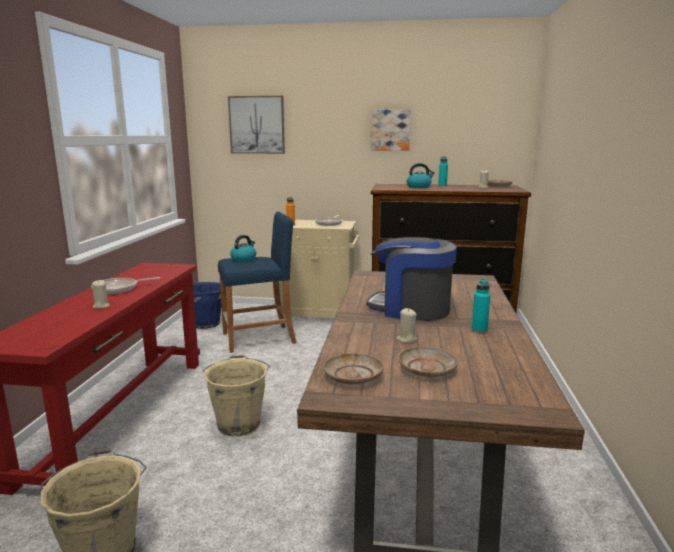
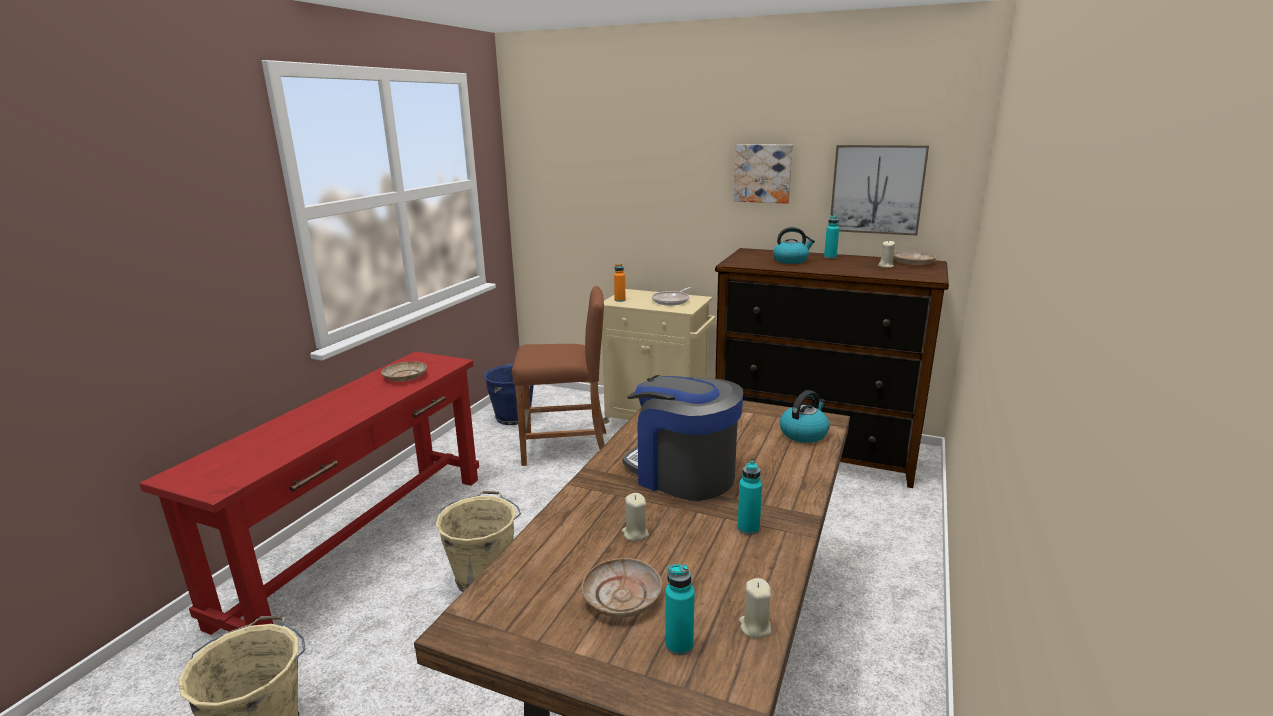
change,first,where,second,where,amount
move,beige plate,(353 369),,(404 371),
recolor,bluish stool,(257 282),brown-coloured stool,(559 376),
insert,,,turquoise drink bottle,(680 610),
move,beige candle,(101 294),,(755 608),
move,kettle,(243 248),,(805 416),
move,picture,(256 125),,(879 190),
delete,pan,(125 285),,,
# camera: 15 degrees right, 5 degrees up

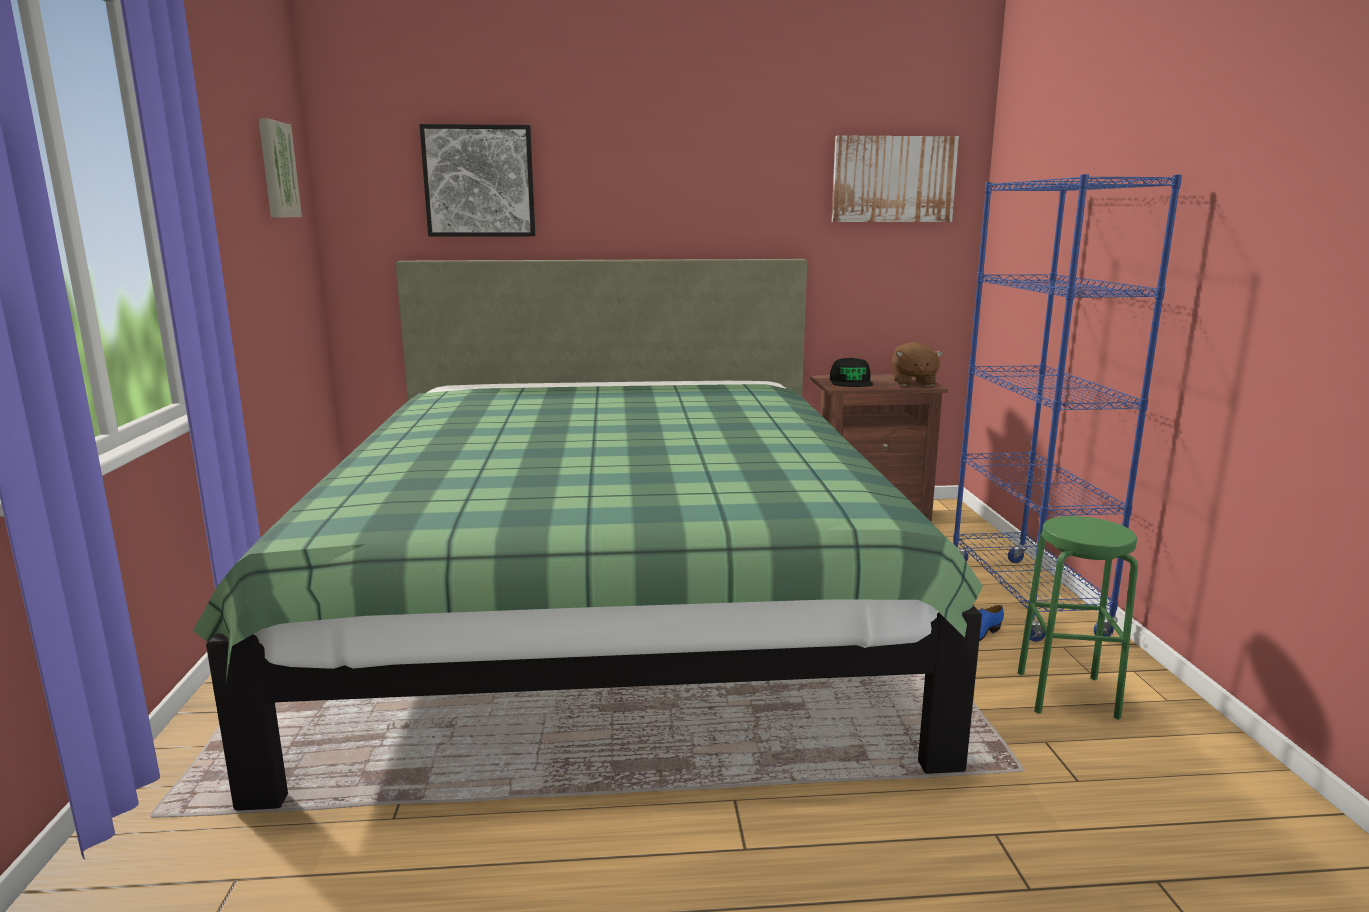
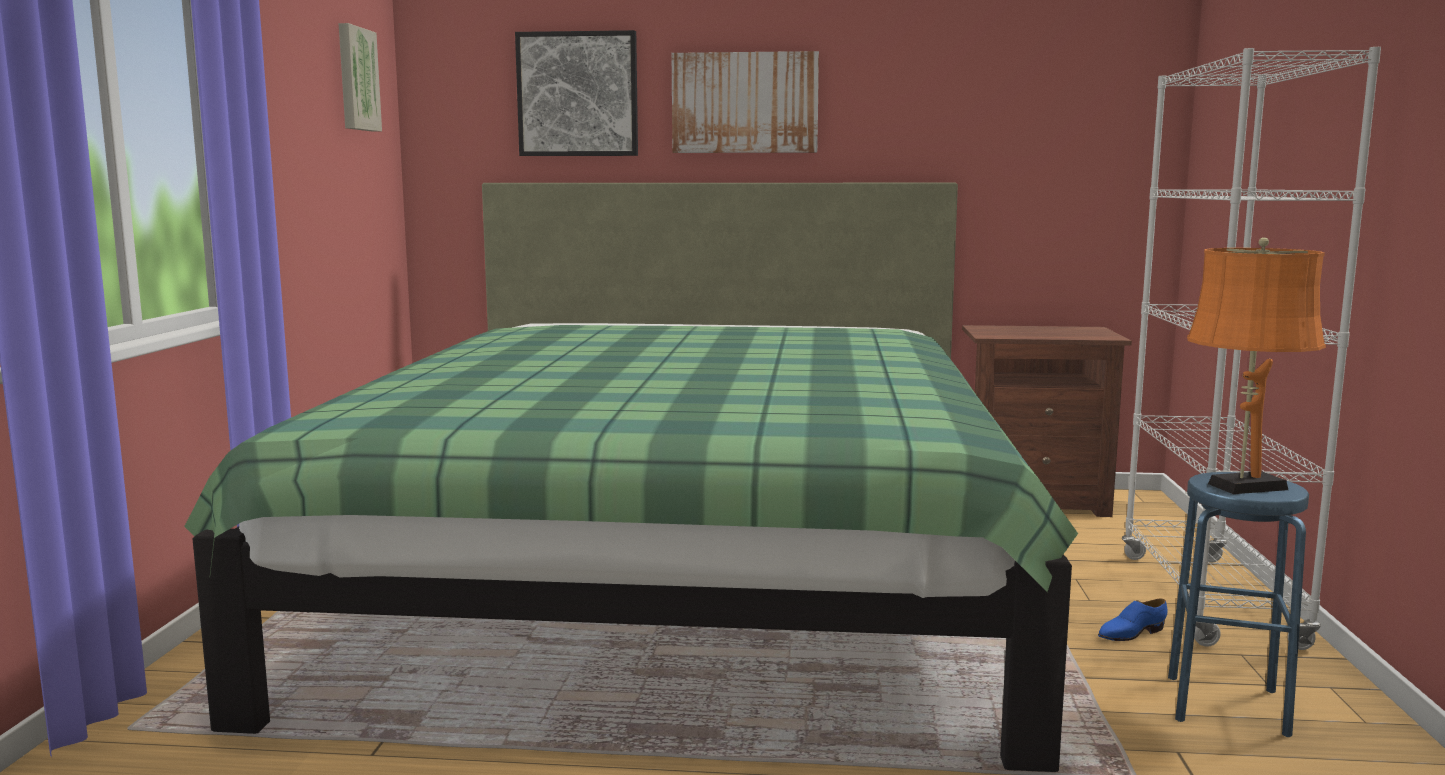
change,first,where,second,where,amount
move,picture,(895 178),,(745 102),
recolor,bluish shelving unit,(1067 408),white-coloured shelving unit,(1251 348),
recolor,greenish stool,(1078 618),bluish stool,(1238 604),
insert,,,orangey lamp for a table,(1256 366),
delete,black-coloured baseball cap,(851 372),,,
delete,brown-coloured soft toy,(917 364),,,
# camera: 10 degrees right, 5 degrees down

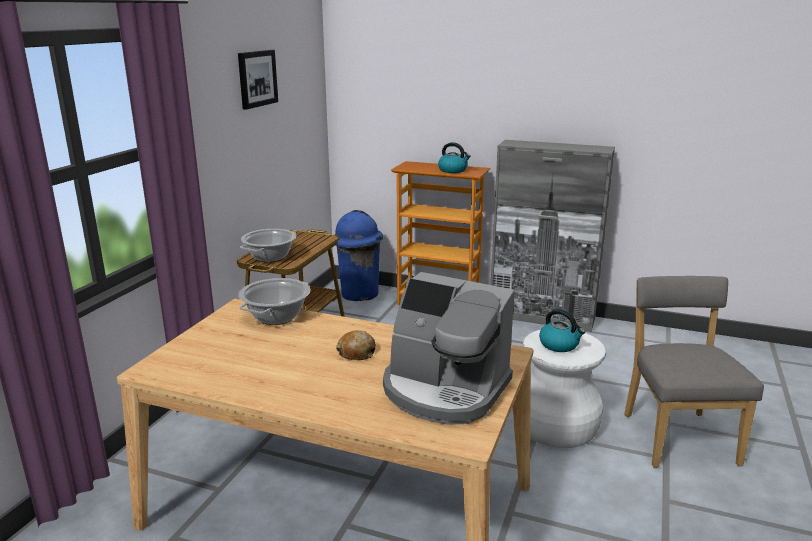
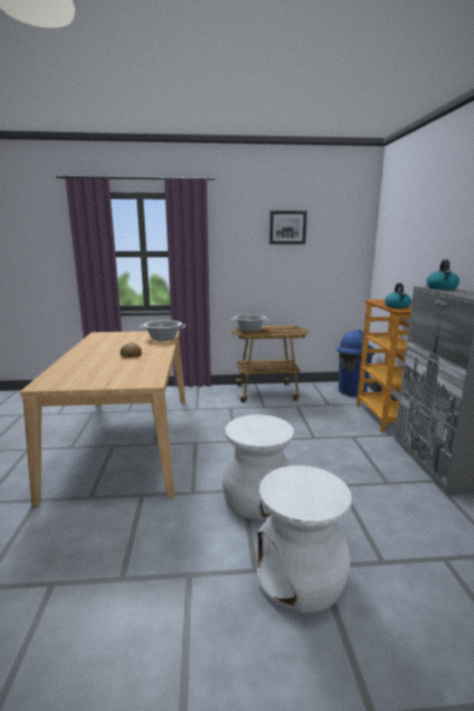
change,first,where,second,where,amount
replace,greyish plain chair,(694 372),white-coloured stool,(304 539),
move,kettle,(562 330),,(443 274),
delete,coffee brewer,(448 348),,,
# camera: 65 degrees right, 5 degrees down

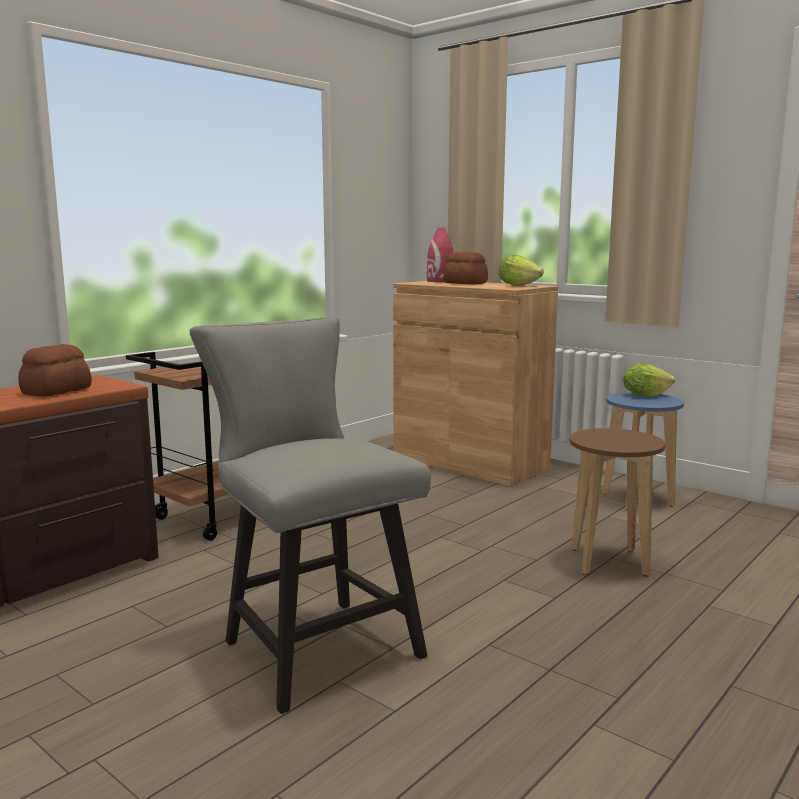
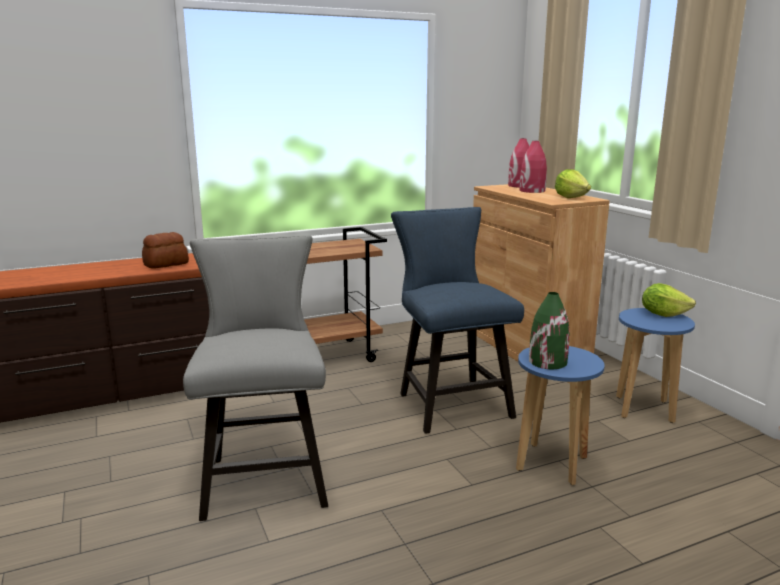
change,first,where,second,where,amount
insert,,,bluish plain chair,(457 320),
recolor,brown-coloured stool,(617 502),bluish stool,(560 415),
replace,bakery bread,(466 268),red flower vase,(533 167),
insert,,,greenish flower vase,(549 330),
# camera: 25 degrees right, 5 degrees up

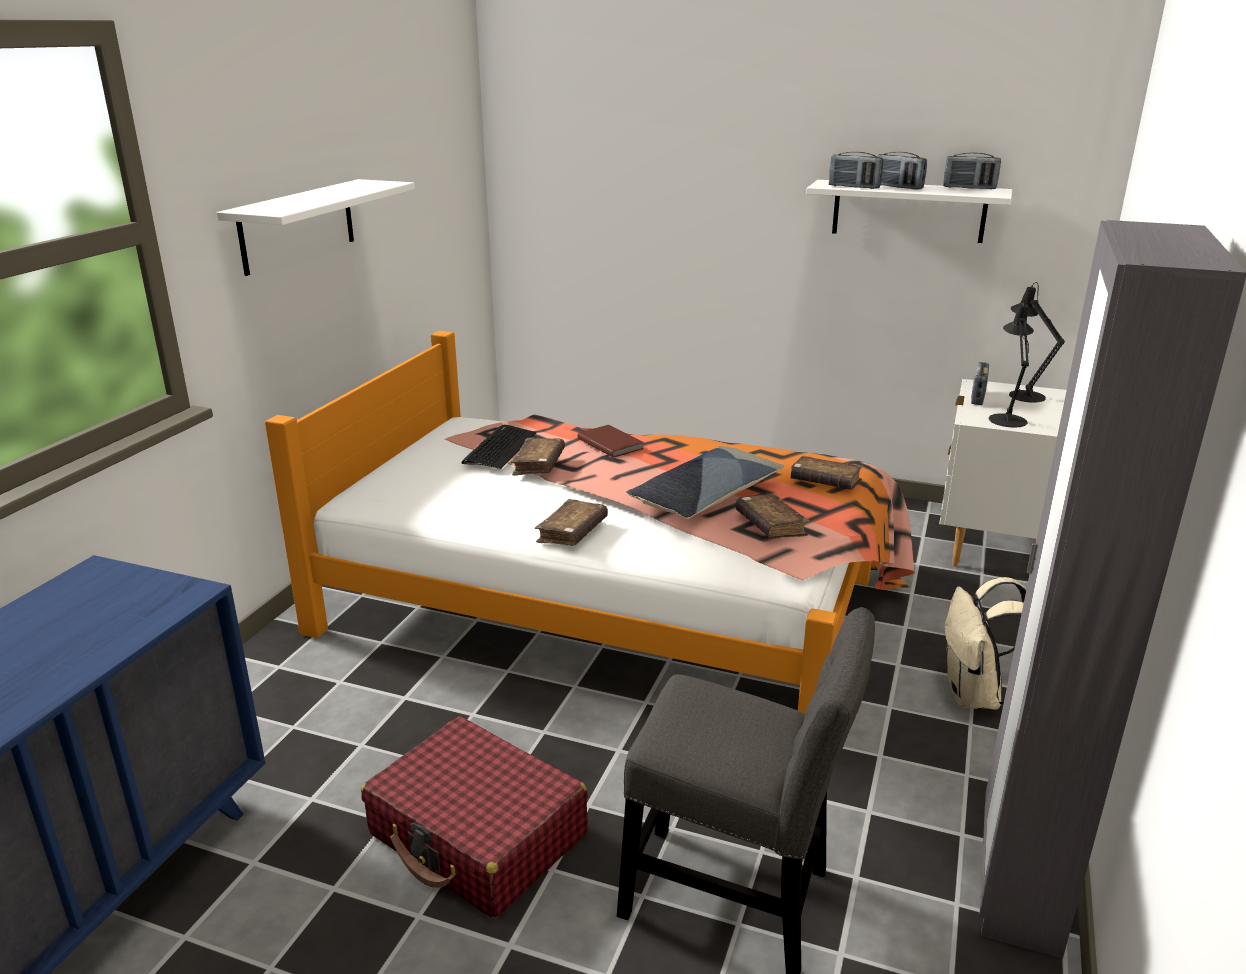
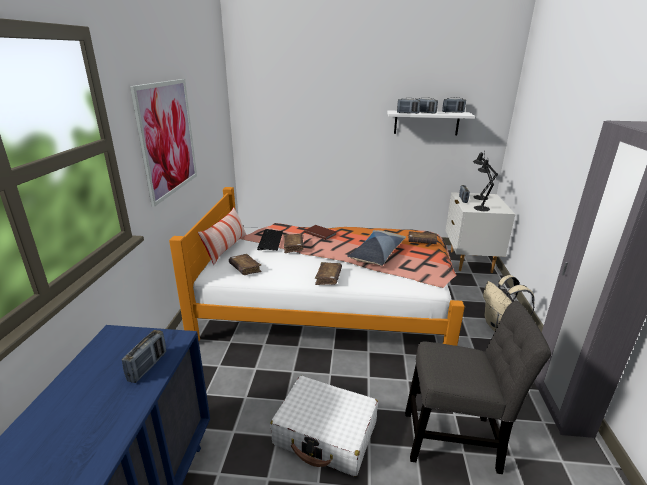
change,first,where,second,where,amount
insert,,,radio,(144 356),
replace,white-coloured shelf,(315 227),picture,(163 143),
insert,,,pillow,(222 236),
move,brown-coloured bound book,(772 516),,(245 264),
recolor,red piece of luggage,(474 817),white-coloured piece of luggage,(324 426),
# camera: 15 degrees left, 0 degrees up

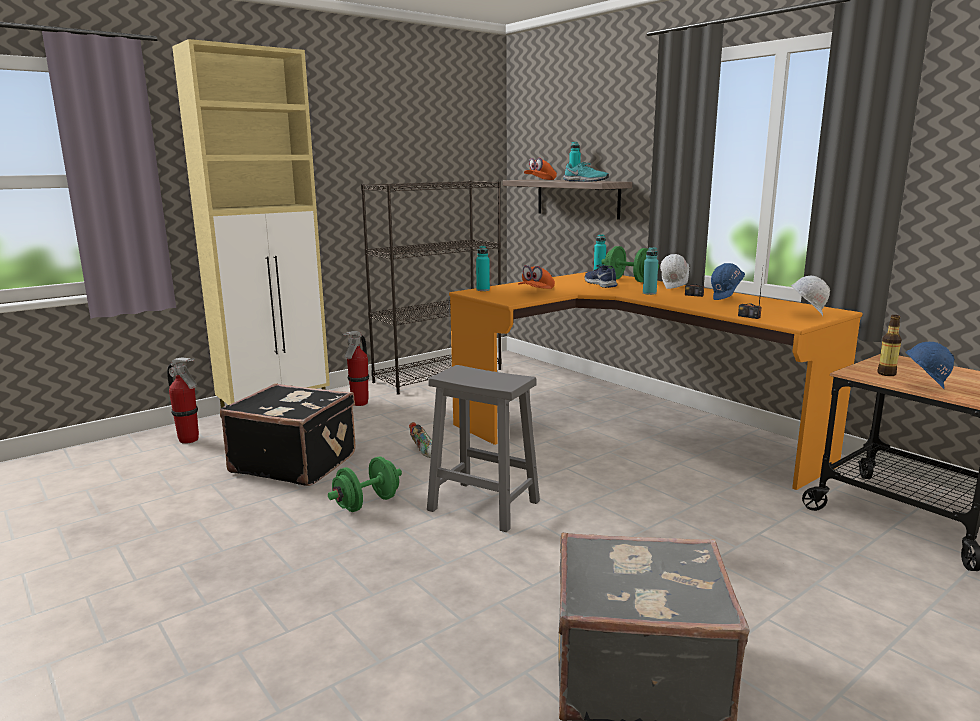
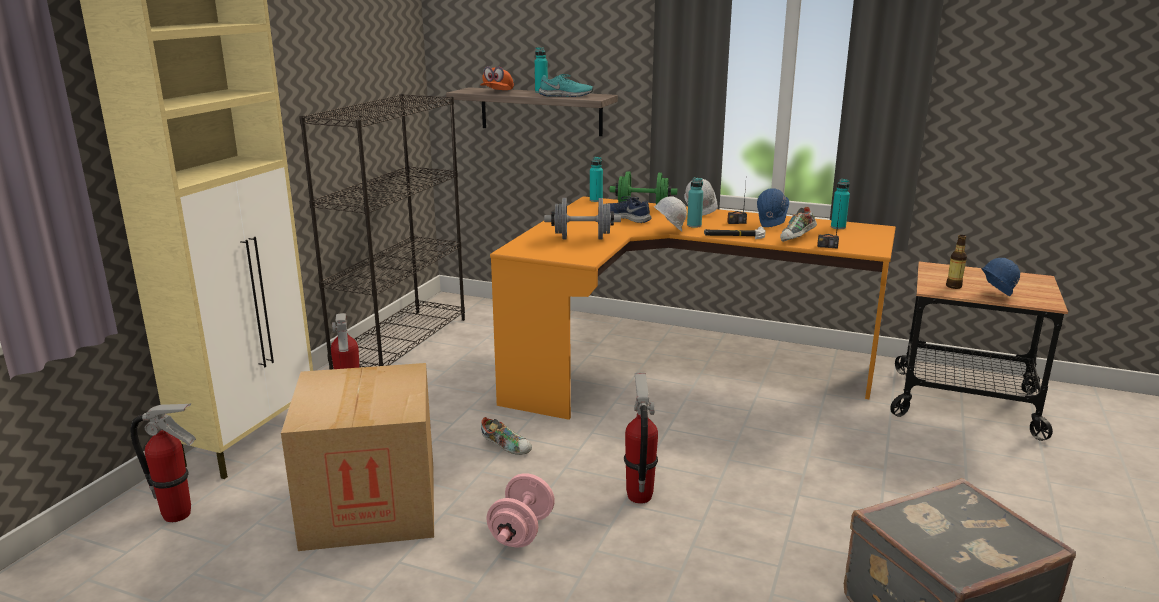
change,first,where,second,where,amount
replace,black-coloured piece of luggage,(287 434),packing box,(357 457),
recolor,greenish dumbbell,(365 484),pinkish dumbbell,(520 510),
replace,orangey baseball cap,(536 277),greyish dumbbell,(582 218),
replace,greyish stool,(483 449),fire extinguisher,(641 438),
move,white-coloured safety helmet,(810 296),,(670 214),
insert,,,hand hammer,(735 232),
insert,,,shoe,(798 224),
move,turquoise drink bottle,(483 268),,(840 204),
# camera: 30 degrees left, 5 degrees up

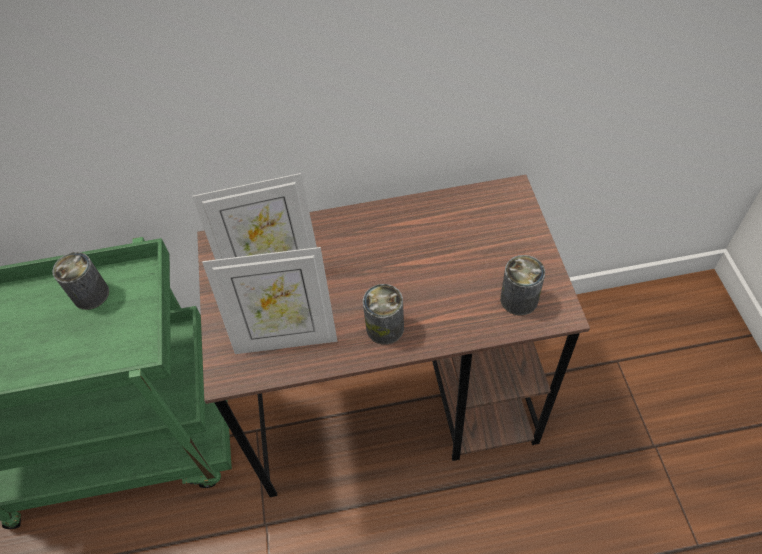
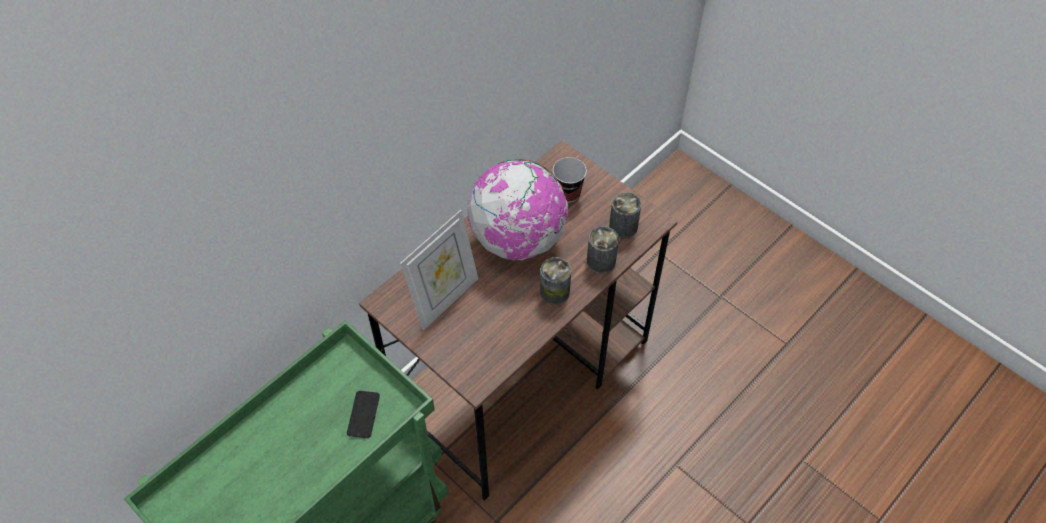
change,first,where,second,where,amount
insert,,,handset,(363 414),
insert,,,world globe,(518 209),
insert,,,cup,(570 180),
move,sealed can,(80 281),,(603 250),
delete,standing frame,(270 300),,,
# camera: 40 degrees left, 0 degrees up

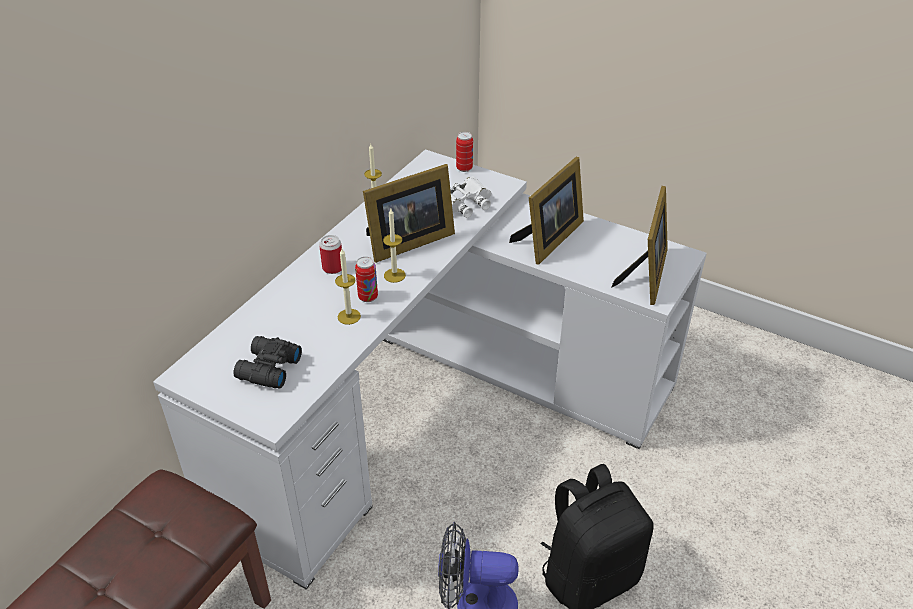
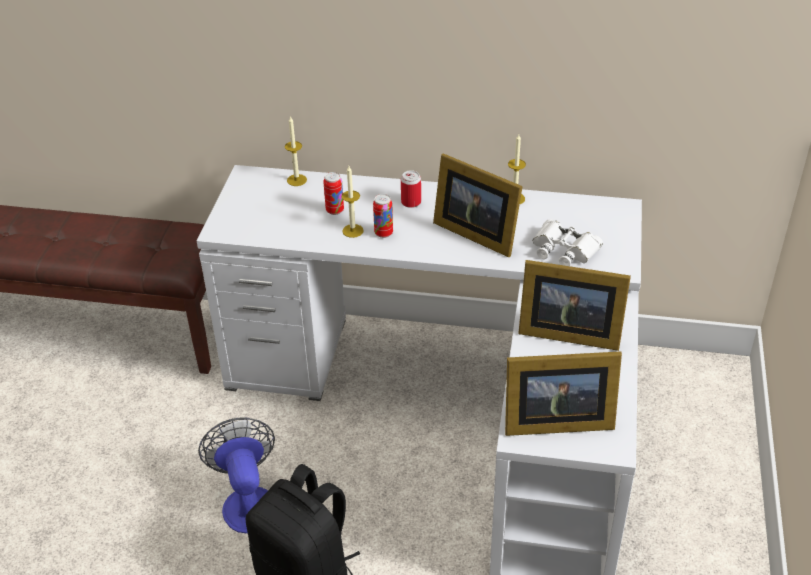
change,first,where,second,where,amount
move,candle,(394 246),,(296 151),
move,sealed can,(464 152),,(333 193),
delete,black-coloured field glasses,(267 362),,,
# camera: 70 degrees right, 0 degrees up

